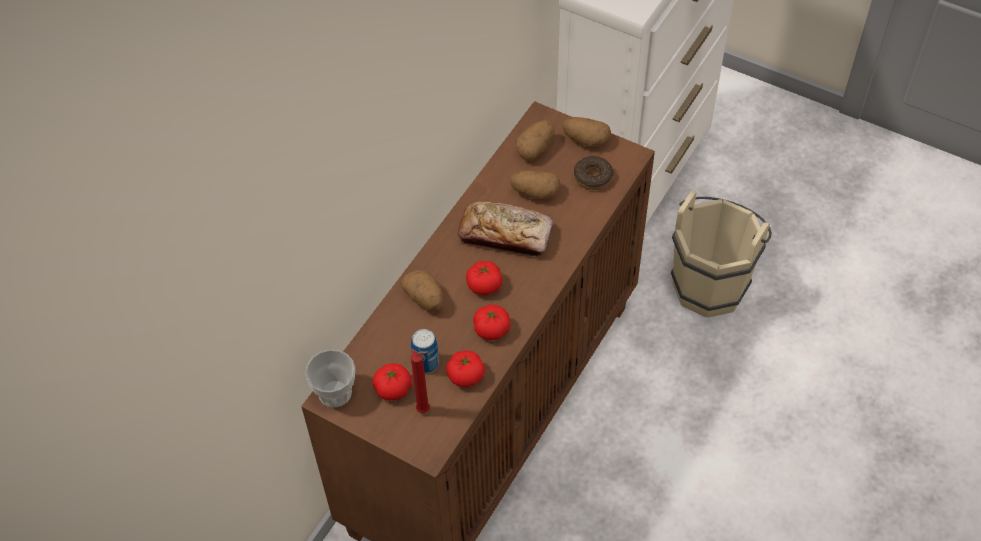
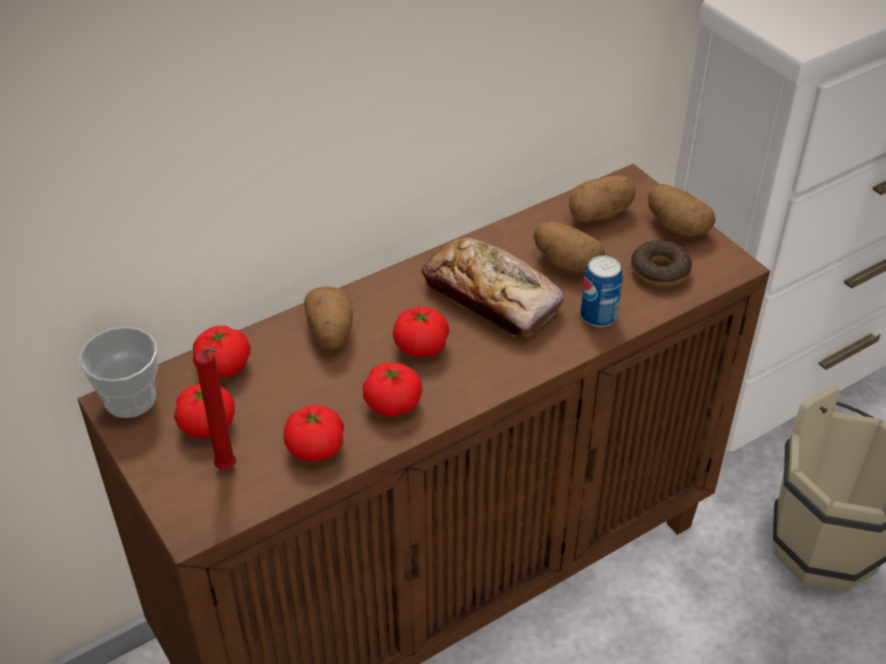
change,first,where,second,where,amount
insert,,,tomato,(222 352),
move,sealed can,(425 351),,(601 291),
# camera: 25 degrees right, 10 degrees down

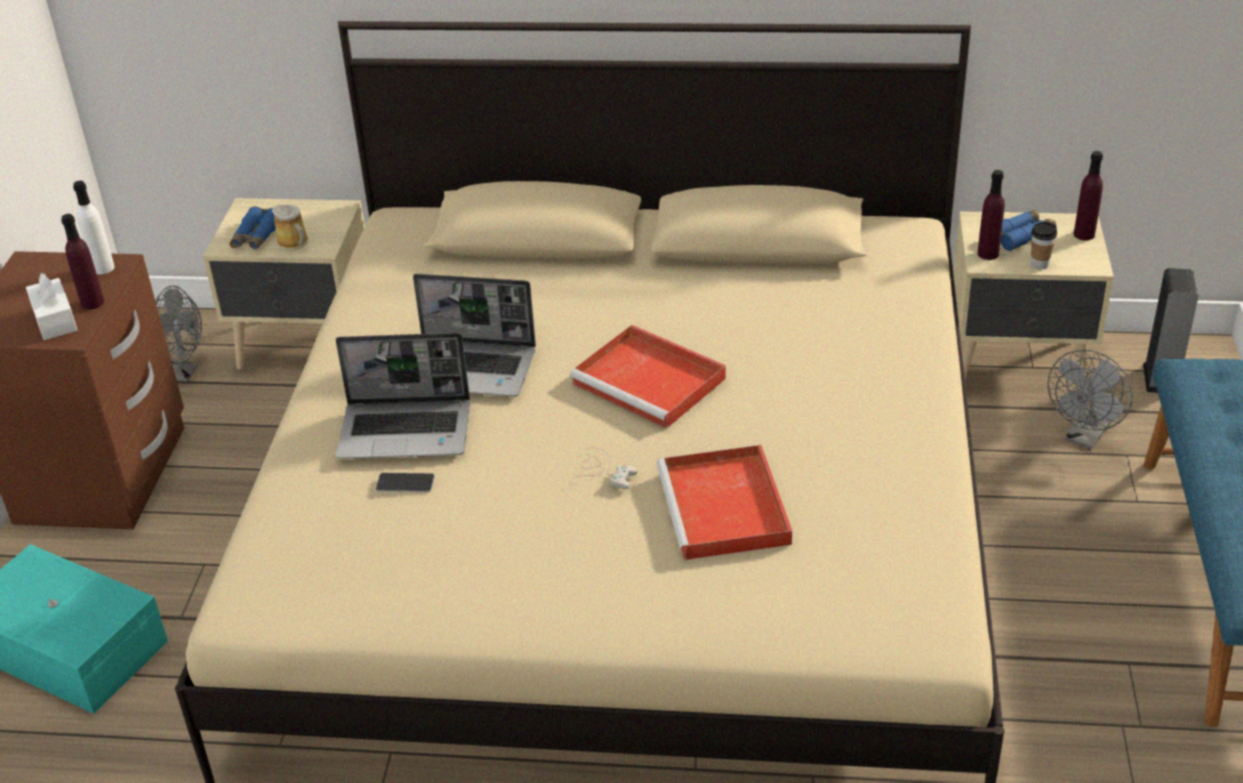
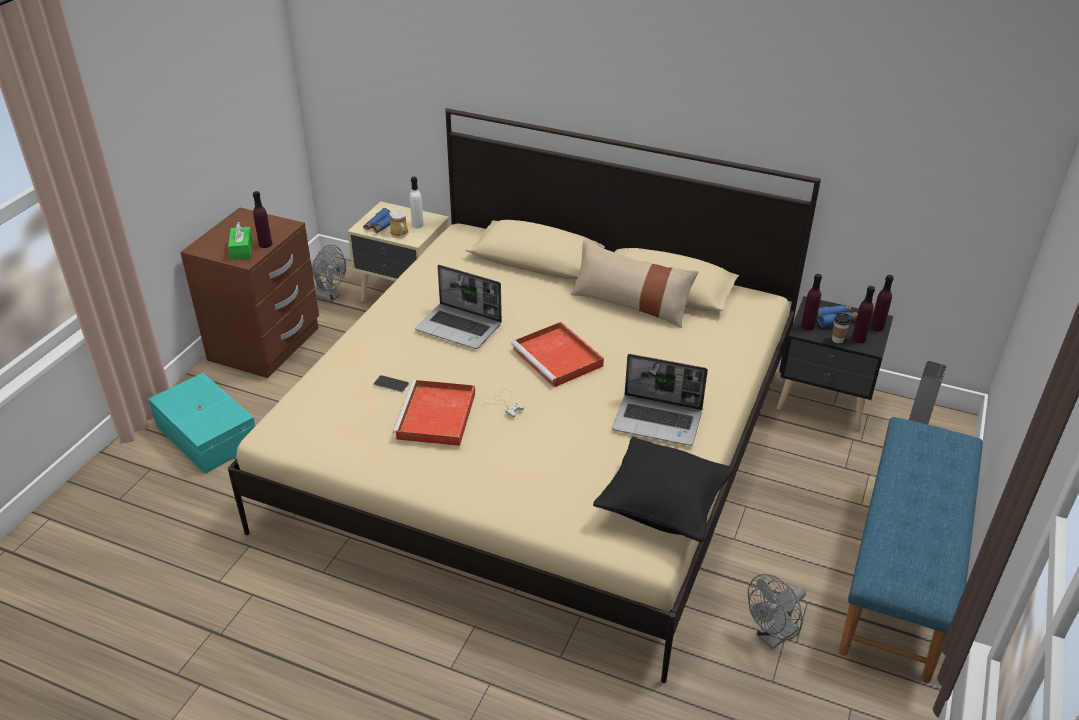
change,first,where,second,where,amount
recolor,white-coloured tissue holder,(51 306),greenish tissue holder,(240 241),
move,red serving tray,(724 502),,(434 413),
move,white-coloured drink bottle,(94 228),,(417 202),
insert,,,beige pillow,(634 284),
insert,,,black-coloured pillow,(663 490),
move,portable computer,(403 396),,(660 400),
move,greyish fan,(1090 399),,(777 611),
recolor,beige bedside table,(1033 300),black-coloured bedside table,(835 363),
insert,,,purplish drink bottle,(863 314),
# camera: 15 degrees right, 0 degrees up

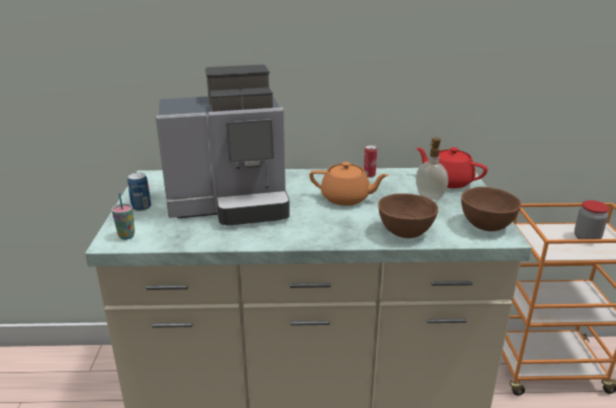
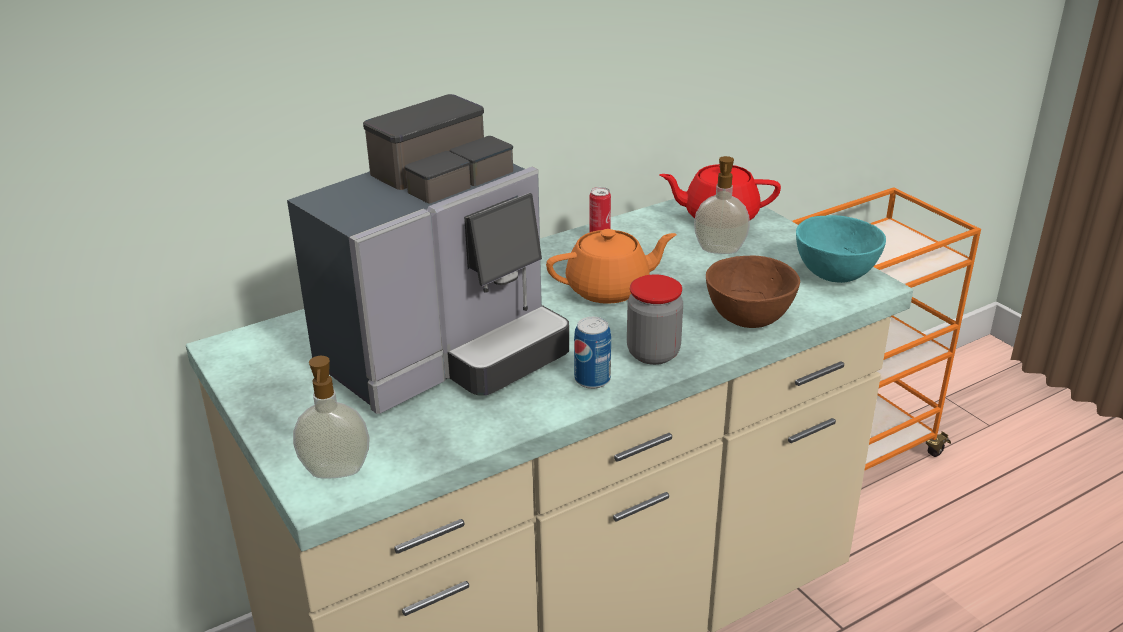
change,first,where,second,where,amount
replace,cup,(123 216),soap bottle,(331 417),
move,sealed can,(139 191),,(592 353),
move,preserve jar,(591 219),,(655 319),
recolor,brown-coloured bowl,(491 209),turquoise bowl,(841 249),
# camera: 30 degrees left, 5 degrees up

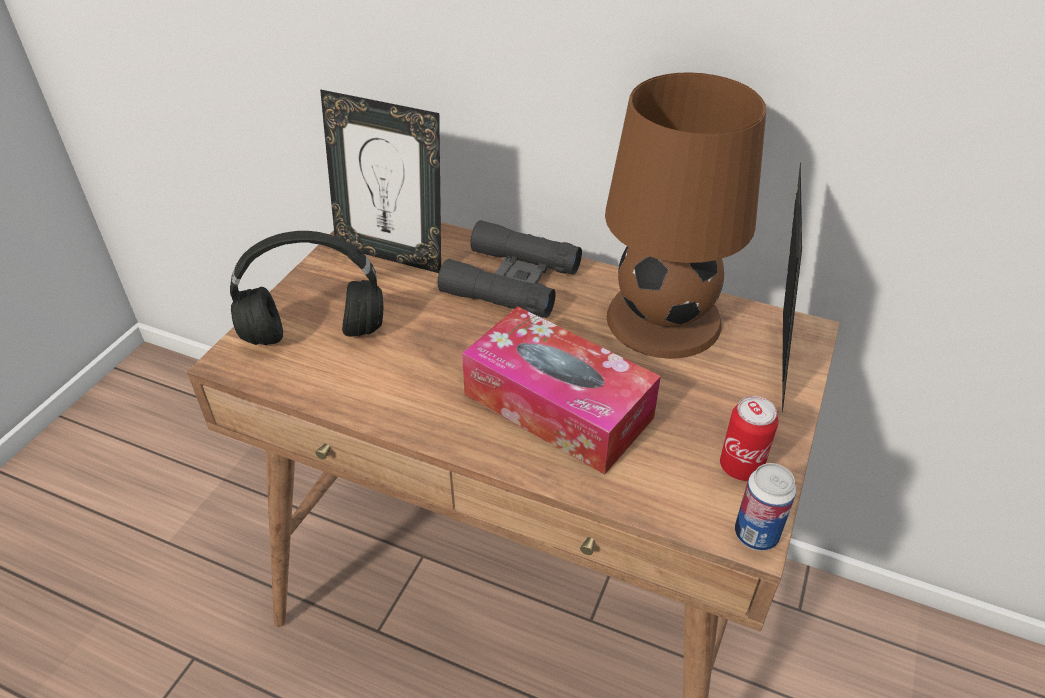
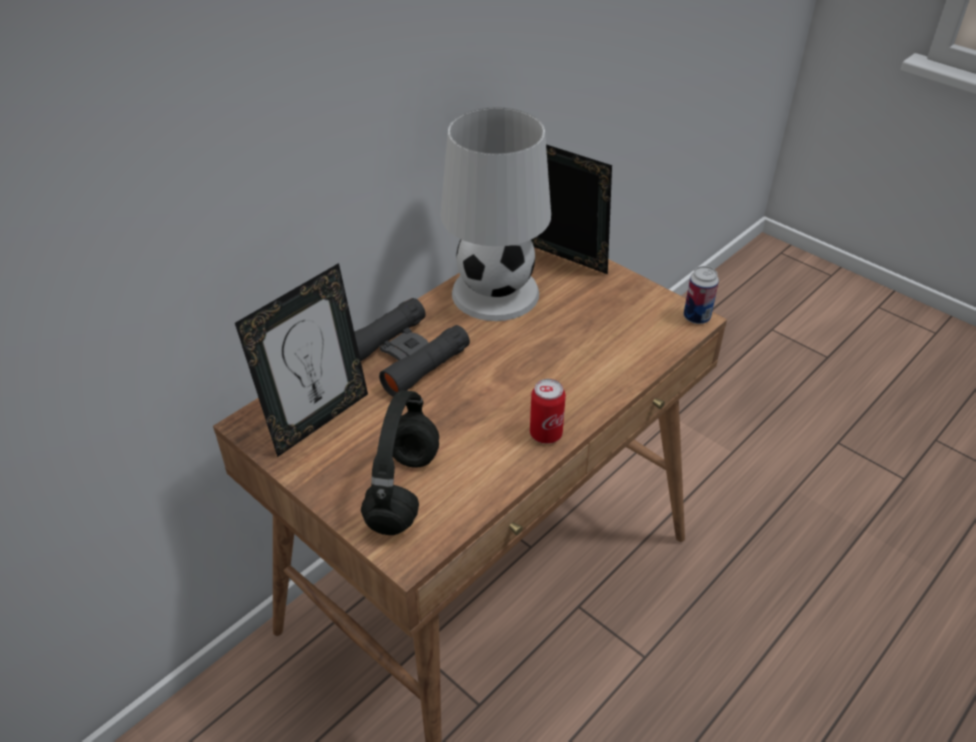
change,first,where,second,where,amount
recolor,brown-coloured lamp for a table,(685 215),white-coloured lamp for a table,(495 214),
move,sealed can,(749 438),,(548 411),
delete,tissue holder,(561 390),,,
# camera: 70 degrees left, 0 degrees up

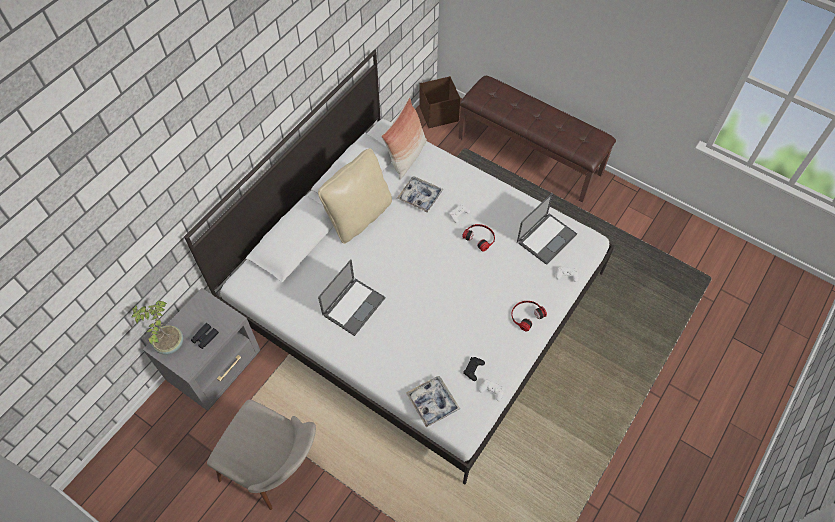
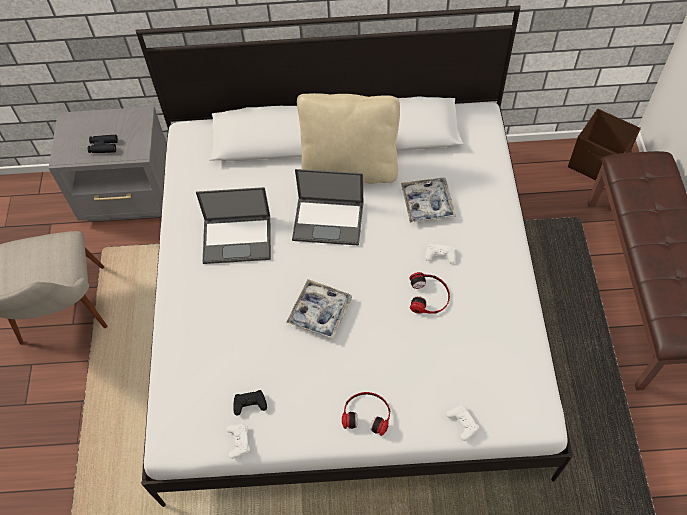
change,first,where,second,where,amount
move,serving tray,(433 402),,(319 309),
move,portable computer,(547 228),,(327 207),
delete,potted plant,(157 328),,,
delete,pillow,(404 139),,,
# camera: 55 degrees right, 0 degrees up

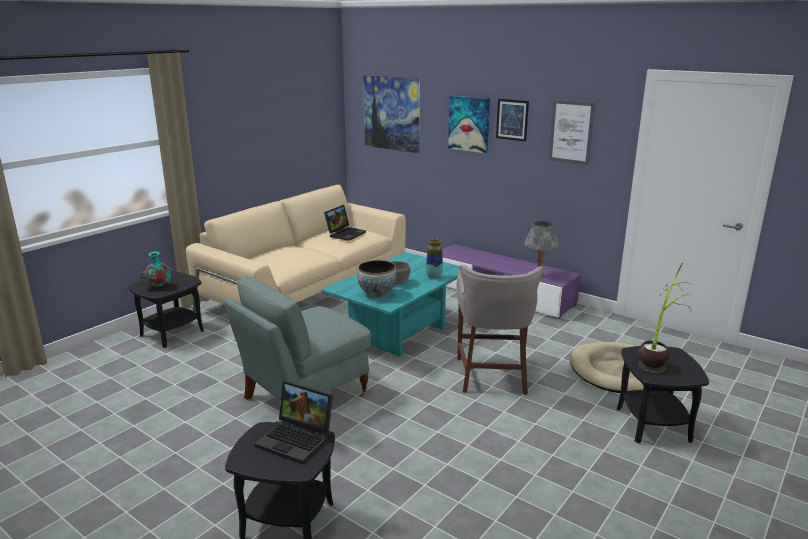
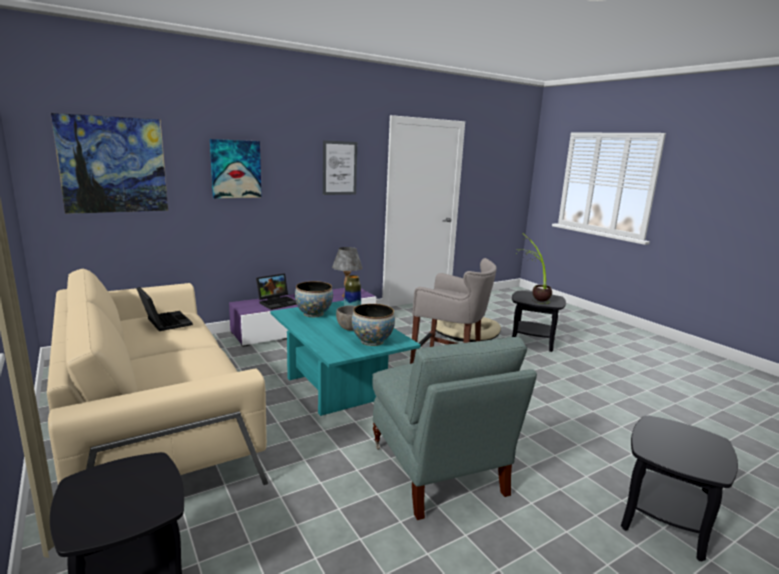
change,first,where,second,where,amount
move,portable computer,(294 422),,(276 292),
insert,,,bowl,(314 299),
delete,turquoise flower vase,(157 269),,,
delete,picture,(512 120),,,
# camera: 70 degrees left, 5 degrees down

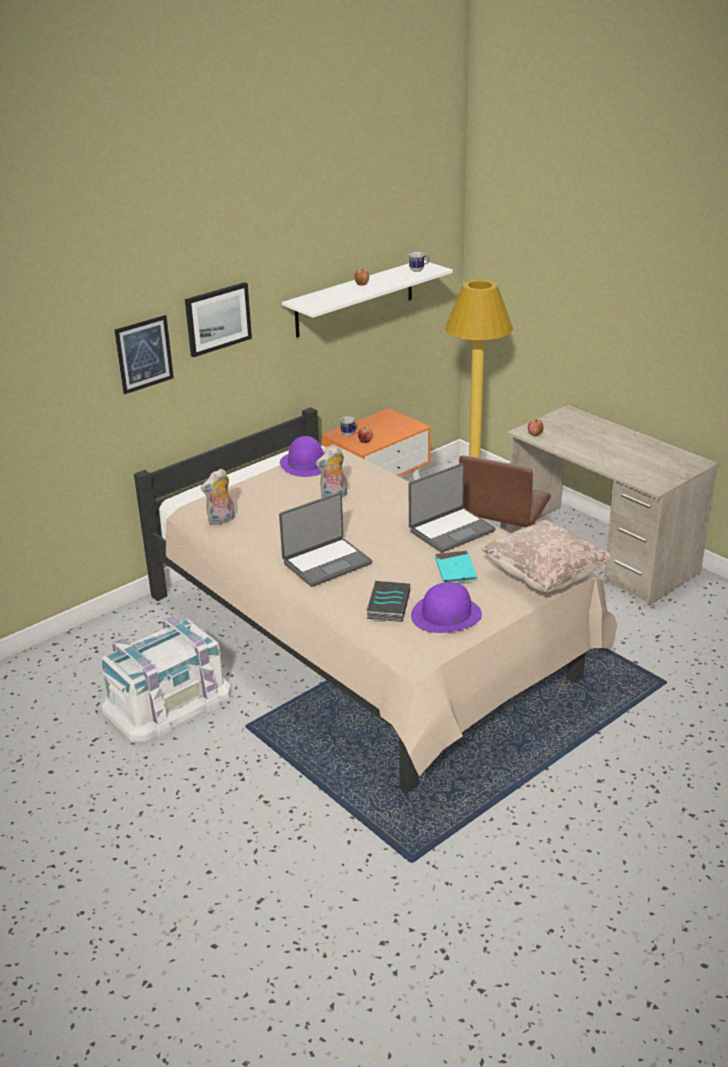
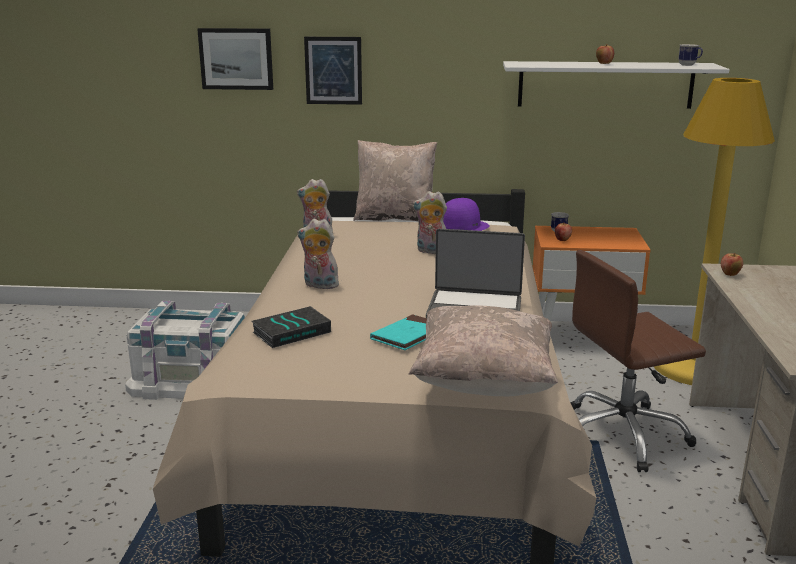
change,first,where,second,where,amount
move,picture,(218 319),,(235 59),
replace,portable computer,(325 539),soft toy,(318 254),
insert,,,beige pillow,(395 180),
delete,purplish hat,(446 607),,,
# camera: 45 degrees right, 10 degrees down

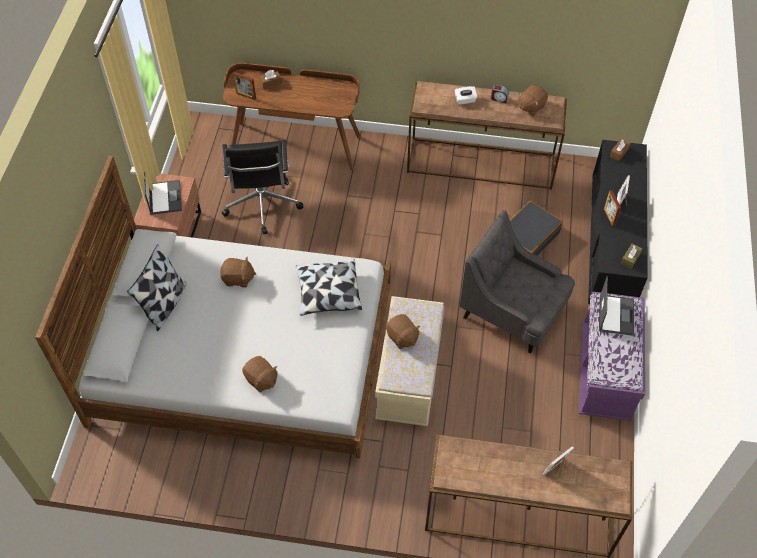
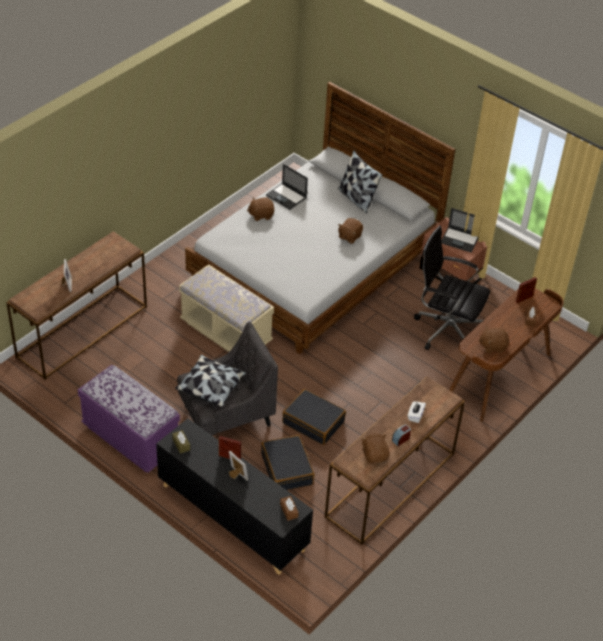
change,first,where,second,where,amount
move,pillow,(329 287),,(210 381),
move,portable computer,(616 306),,(287 187),
insert,,,black-coloured piece of luggage,(314 417),
move,brown-coloured soft toy,(403 331),,(493 340),
# camera: 120 degrees right, 10 degrees down

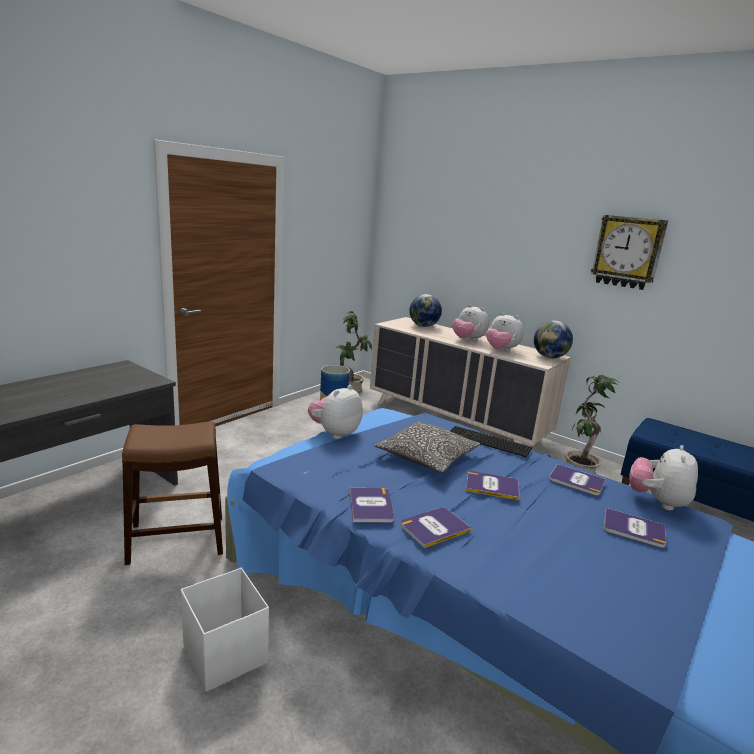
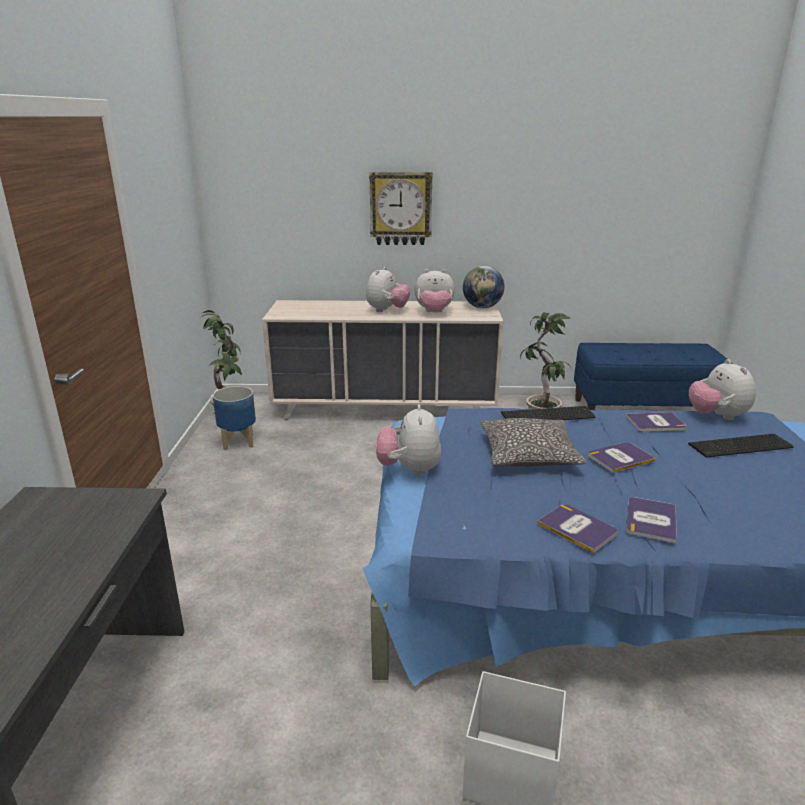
change,first,where,second,where,amount
rotate,soft toy,(470 322),,(388 289),75 degrees counterclockwise
move,wall clock,(629 252),,(400 208),
replace,bound book,(634 528),PC keyboard,(740 446),
delete,brown-coloured stool,(172 493),,,
delete,world globe,(425 310),,,
# camera: 35 degrees left, 5 degrees up

